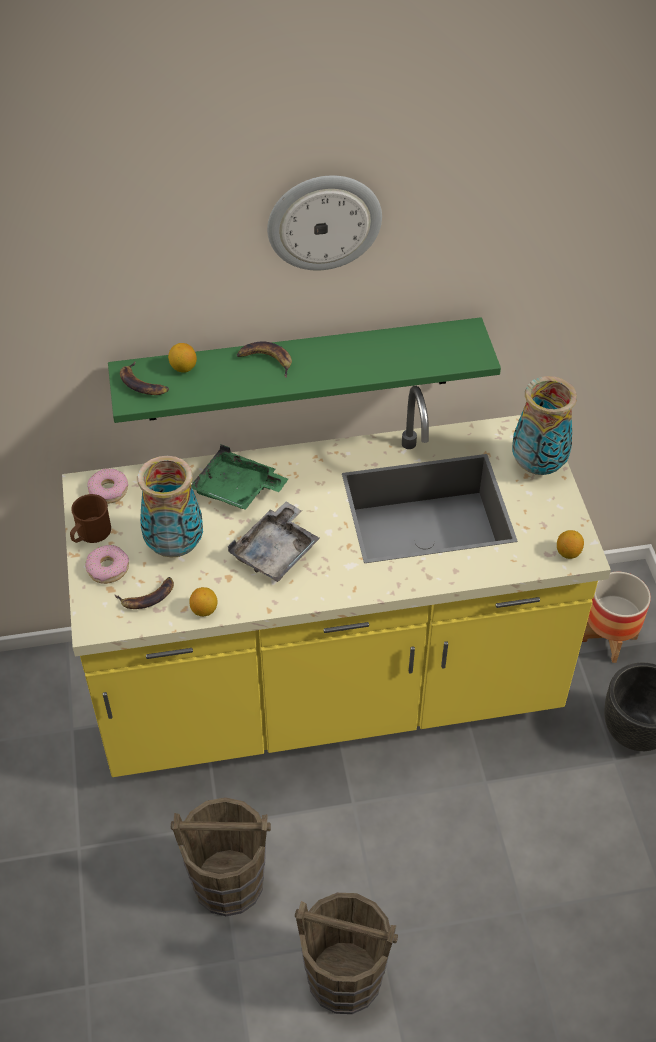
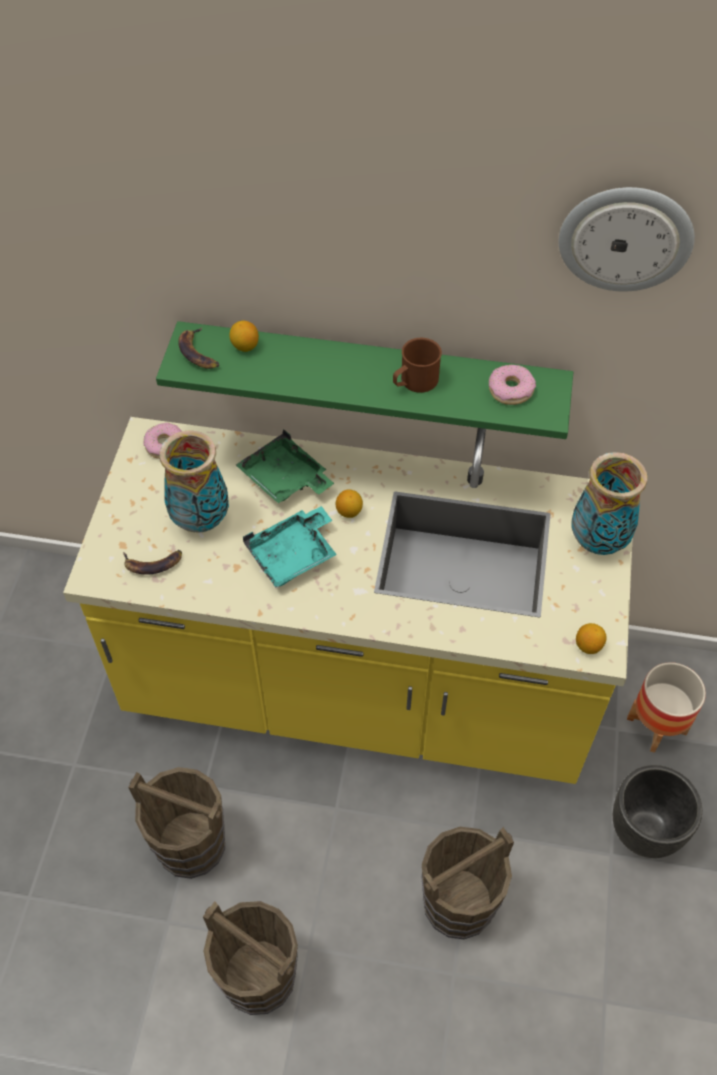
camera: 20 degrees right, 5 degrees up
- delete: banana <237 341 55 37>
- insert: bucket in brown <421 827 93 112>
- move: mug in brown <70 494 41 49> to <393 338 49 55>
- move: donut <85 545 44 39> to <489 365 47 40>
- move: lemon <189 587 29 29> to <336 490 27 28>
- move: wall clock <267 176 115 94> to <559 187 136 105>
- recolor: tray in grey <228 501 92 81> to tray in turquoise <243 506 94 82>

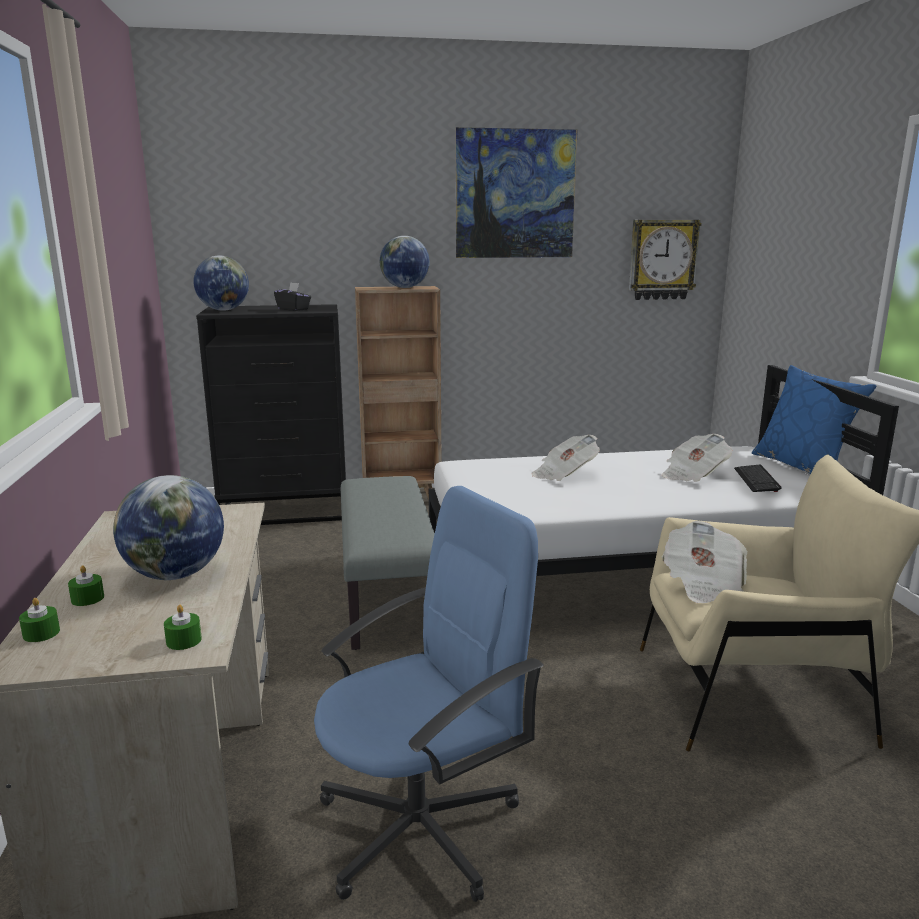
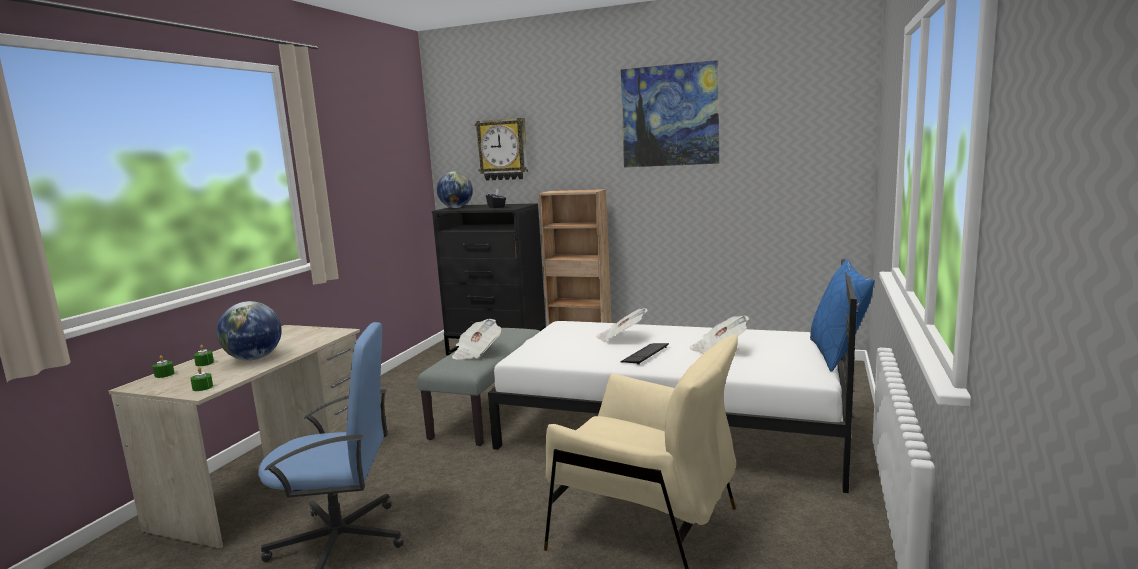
camera: 30 degrees right, 5 degrees down
- delete: globe <380 236 50 52>
- move: wall clock <629 220 73 80> to <475 118 53 63>
- move: newspaper <662 521 85 82> to <452 319 49 41>
- move: keyboard <734 465 48 27> to <620 343 49 22>

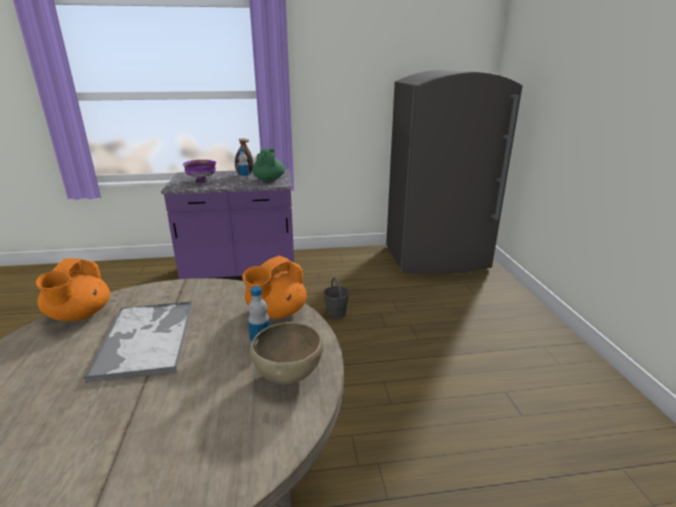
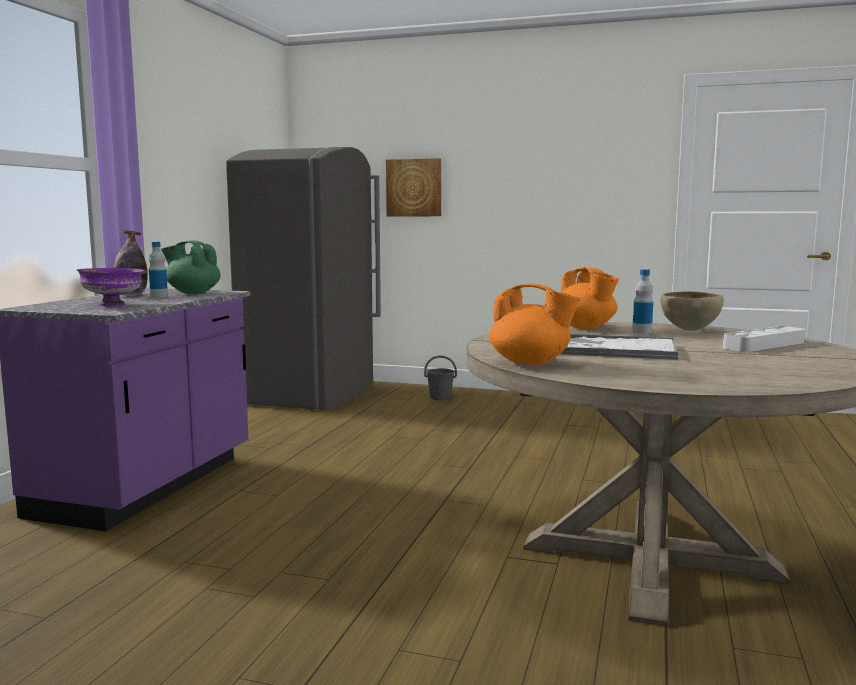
camera: 65 degrees left, 15 degrees down
- insert: picture <386 158 55 58>
- insert: tray in grey <723 326 82 26>
- move: bucket in grey <323 277 26 42> to <424 355 33 45>

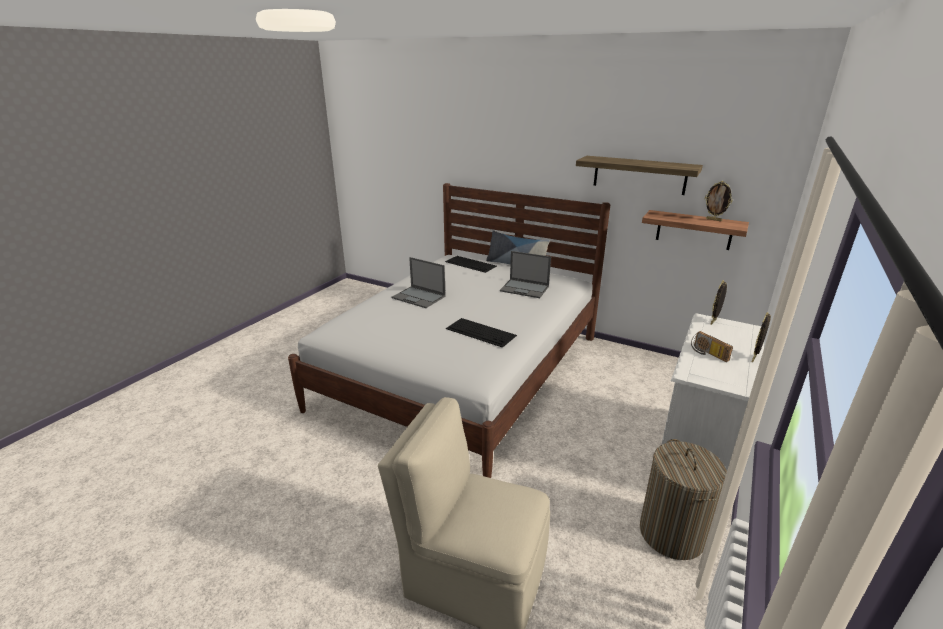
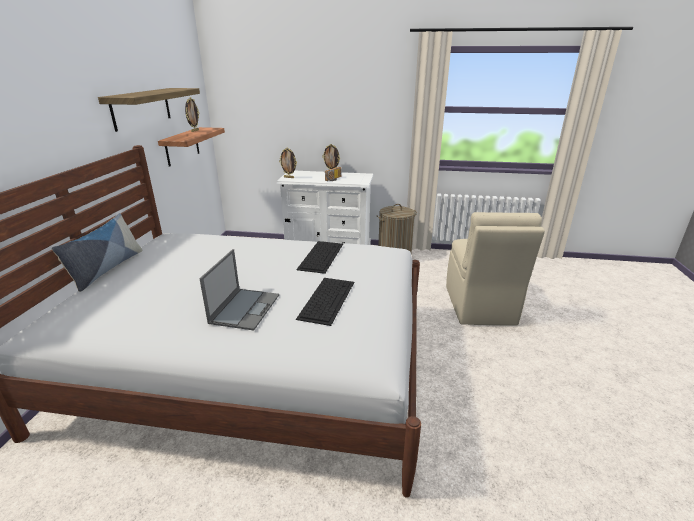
camera: 110 degrees left, 0 degrees up
- delete: laptop <500 251 51 47>
- move: keyboard <445 256 52 17> to <296 278 58 48>

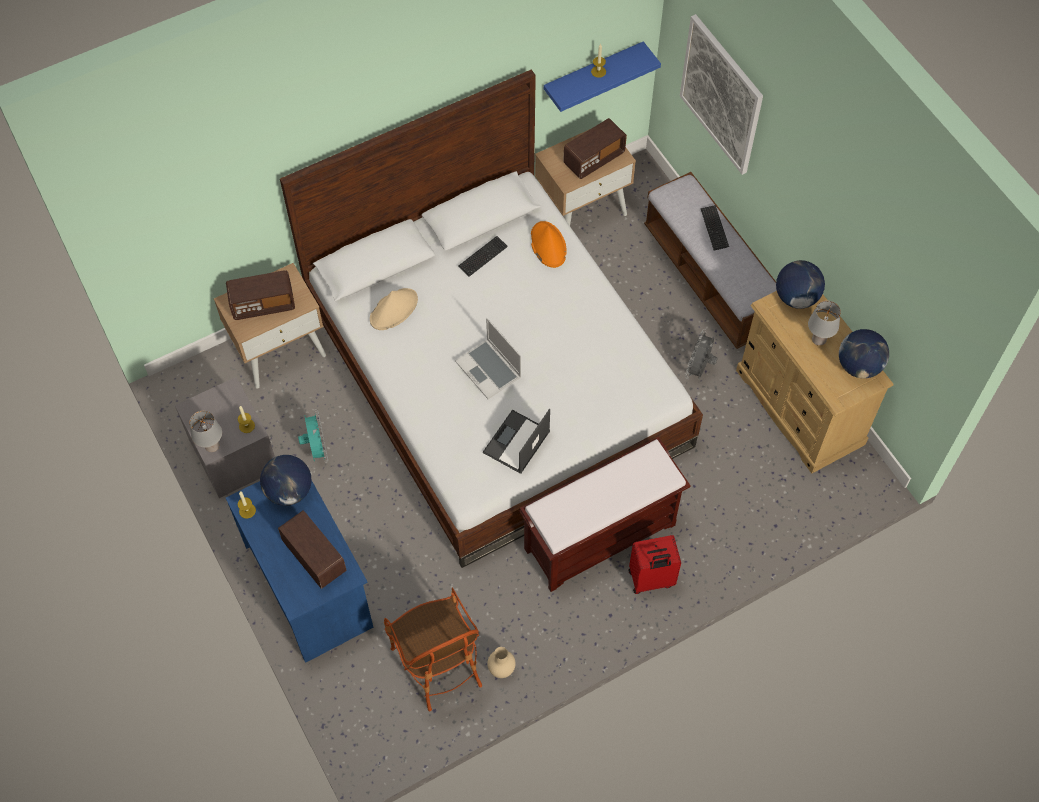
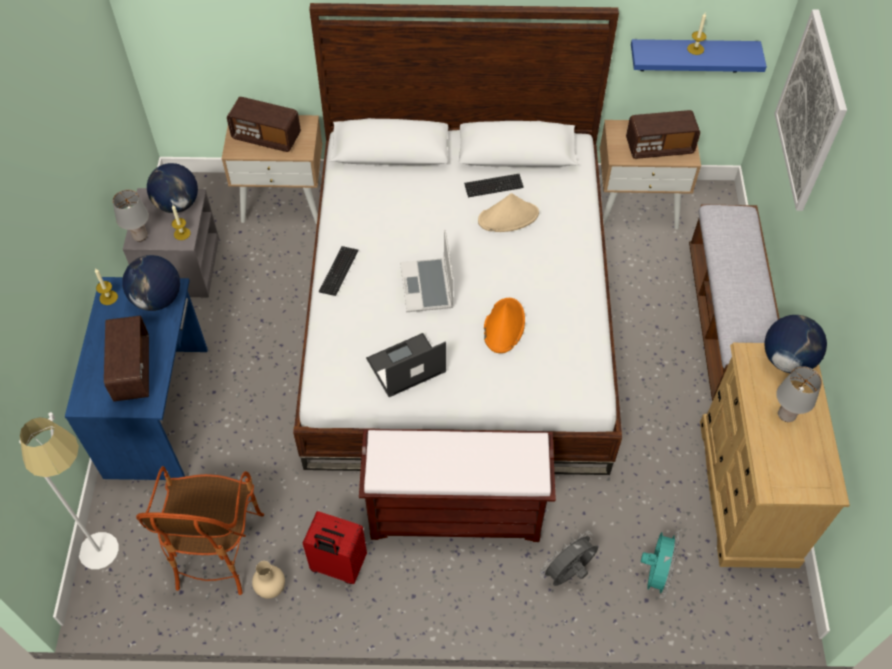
camera: 30 degrees right, 5 degrees down
- insert: floor lamp in white <19 412 100 157>
- move: fan in turquoise <298 409 30 54> to <641 531 39 67>
- move: hat in beige <370 288 48 42> to <478 193 61 39>
- move: hat in orange <531 221 36 47> to <484 298 41 55>
- move: suitcase in red <629 535 52 59> to <303 511 64 73>
- move: fan in grey <685 329 33 50> to <540 531 58 55>
- move: keyboard <701 205 28 45> to <319 246 39 50>
- move: globe <839 329 50 50> to <147 163 51 50>

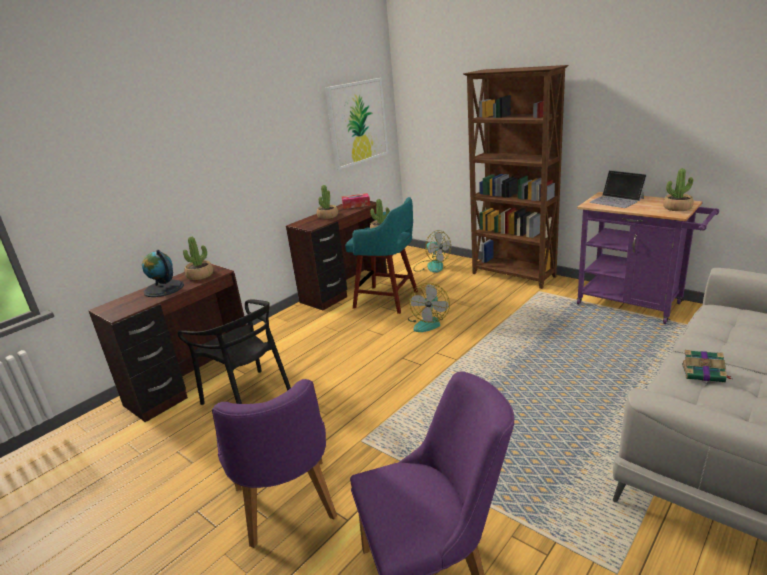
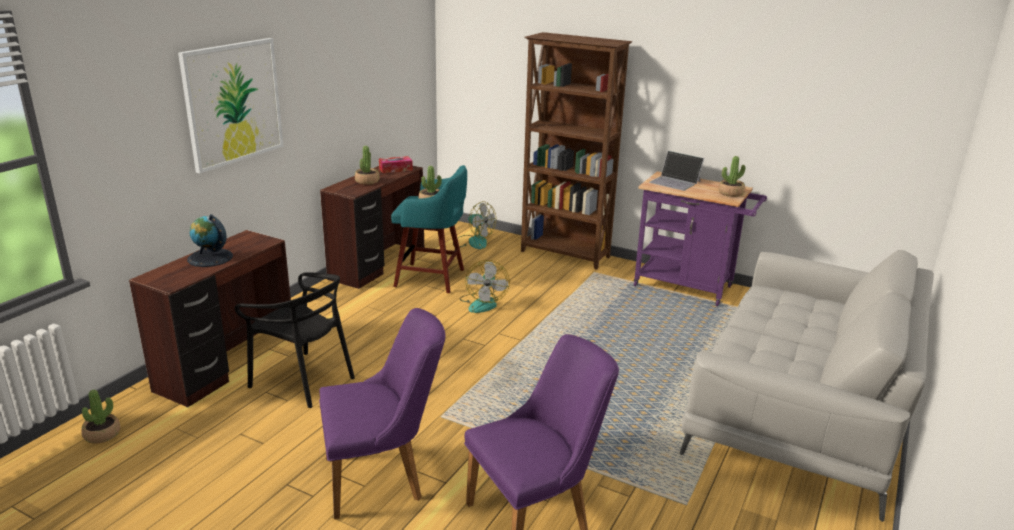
camera: 15 degrees left, 0 degrees up
- delete: book <682 350 50 32>
- move: potted plant <183 237 30 43> to <81 390 39 53>
- move: picture <325 78 63 92> to <178 38 105 135>
- rotate: chair in purple <212 379 125 169> = <319 308 127 211> 75 degrees counterclockwise

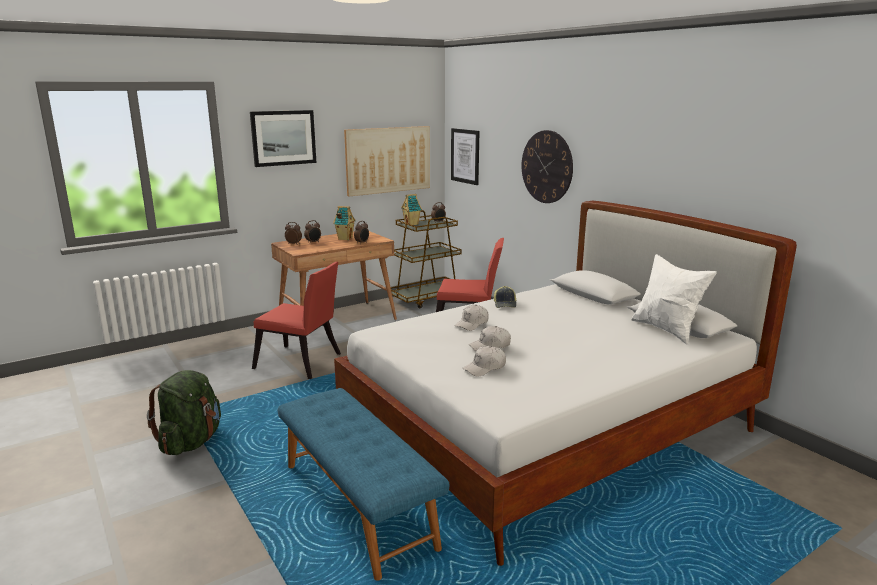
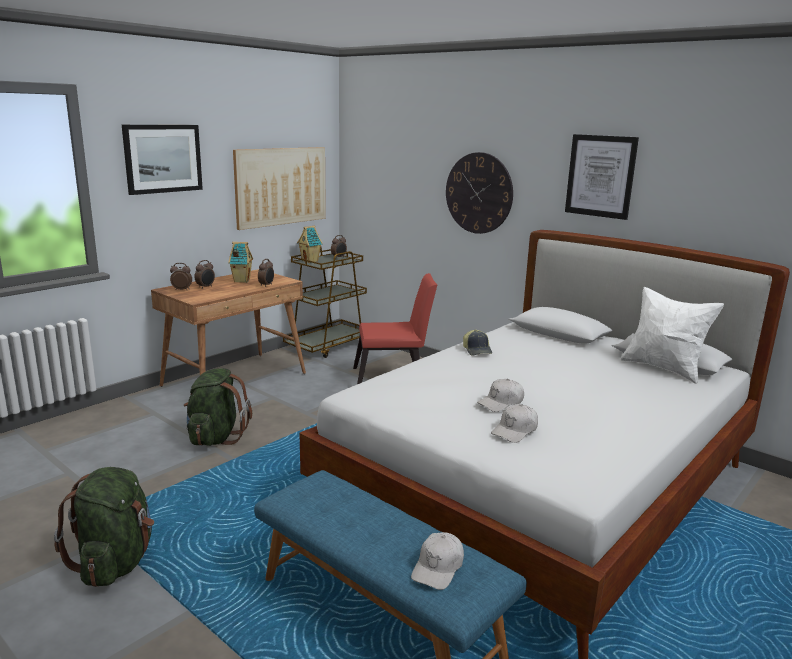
camera: 15 degrees left, 0 degrees up
- move: picture <451 128 29 57> to <565 134 74 86>
- move: cap in white <454 305 35 26> to <411 532 53 58>
- replace: chair in red <252 262 89 117> to backpack in green <184 368 68 78>

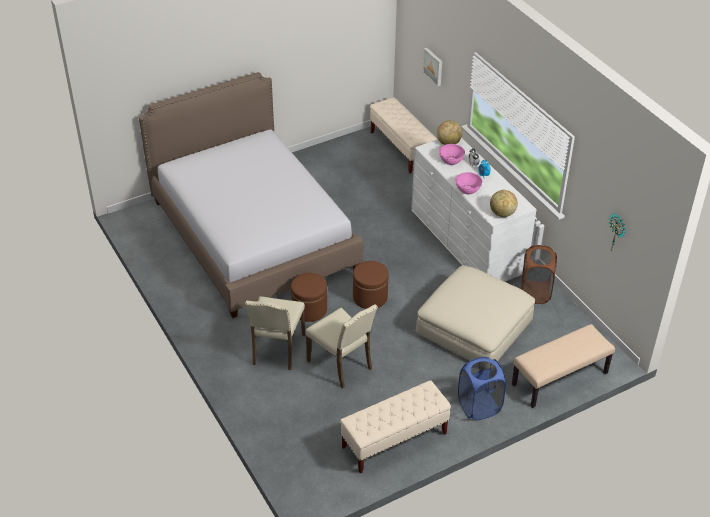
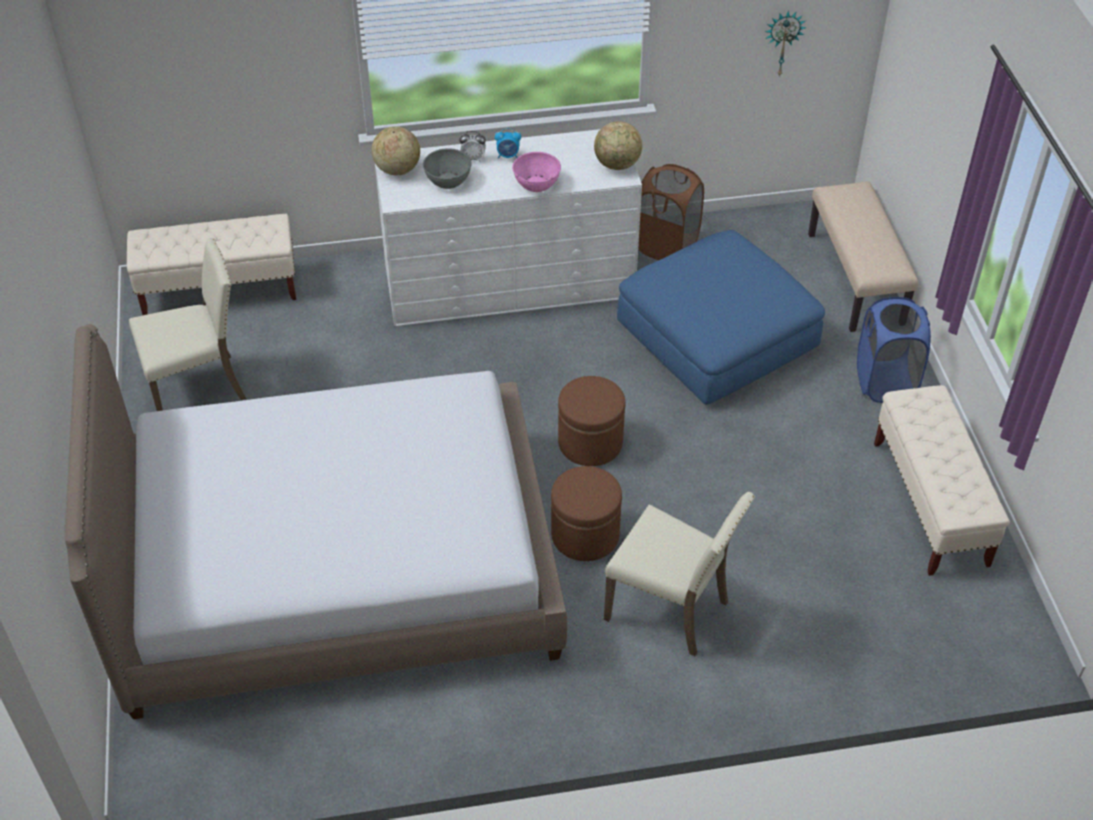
camera: 70 degrees left, 5 degrees up
- delete: picture <423 48 19 38>
- move: chair in beige <305 304 73 84> to <129 238 117 173>
- recolor: ottoman in beige <416 265 119 96> to ottoman in blue <617 230 208 175>
- recolor: bowl in pink <439 144 26 21> to bowl in grey <423 148 49 41>

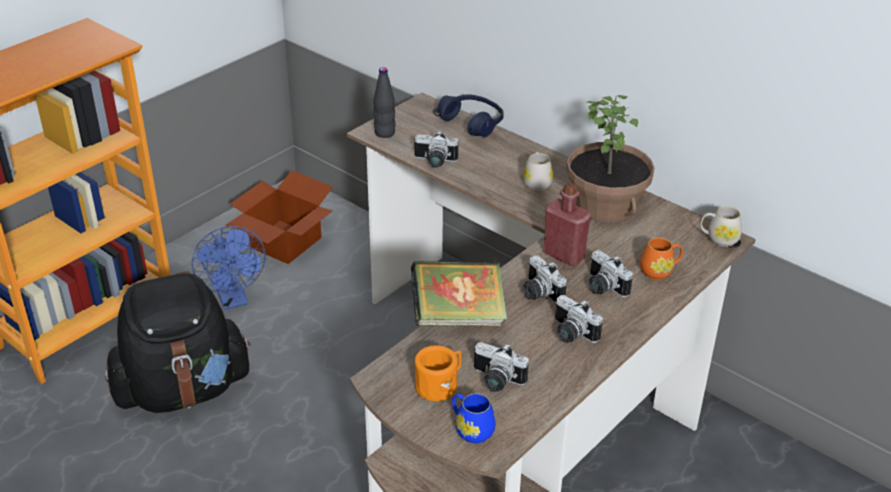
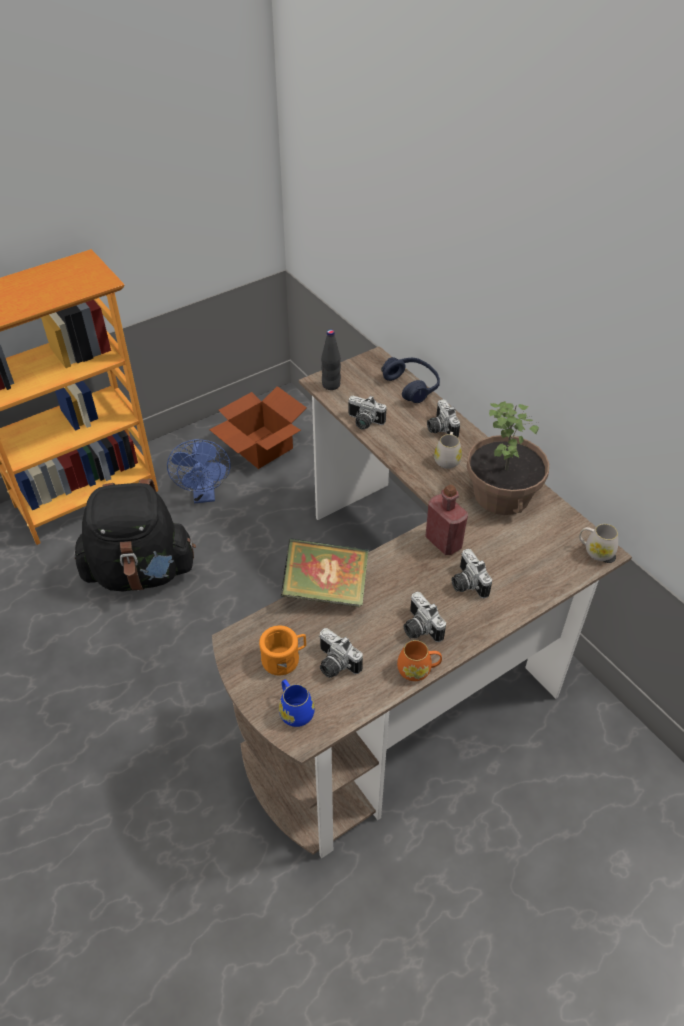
camera: 15 degrees right, 10 degrees up
- move: photo camera <523 255 44 47> to <427 399 33 38>
- move: mug in orange <640 238 43 42> to <397 640 45 41>

